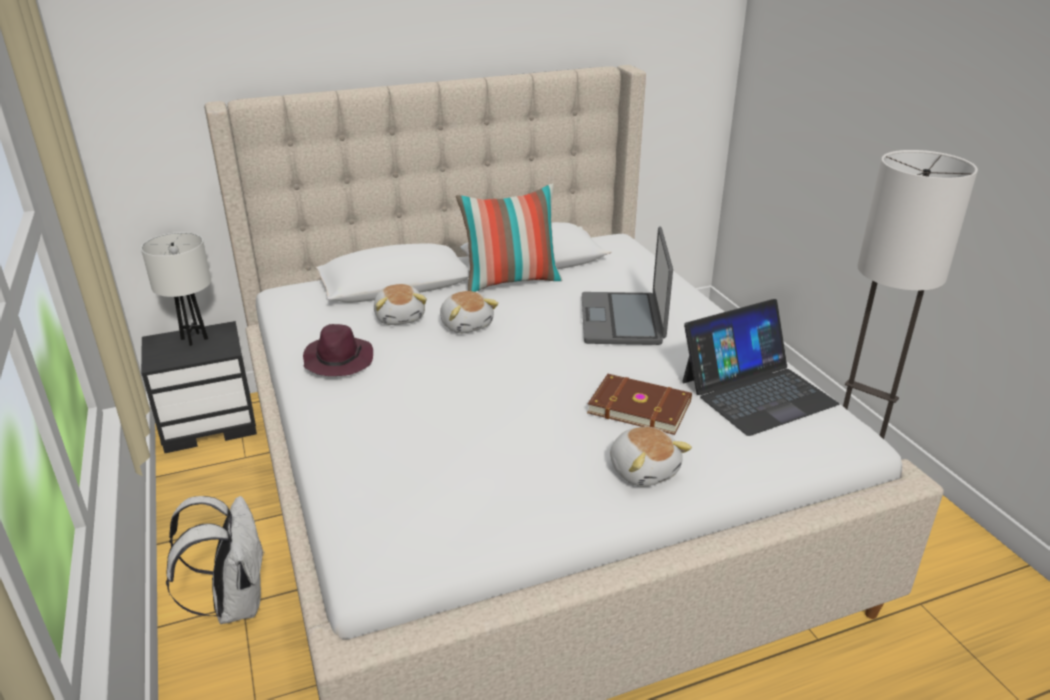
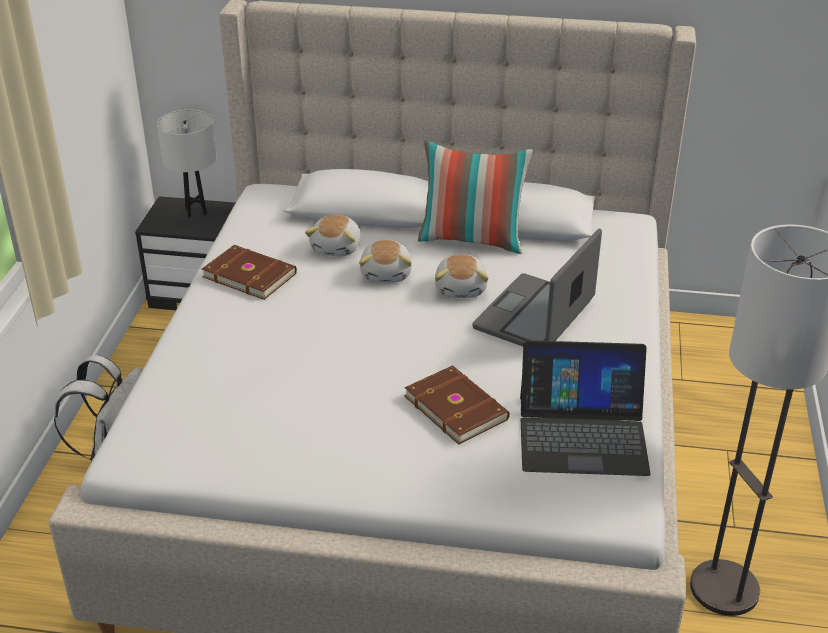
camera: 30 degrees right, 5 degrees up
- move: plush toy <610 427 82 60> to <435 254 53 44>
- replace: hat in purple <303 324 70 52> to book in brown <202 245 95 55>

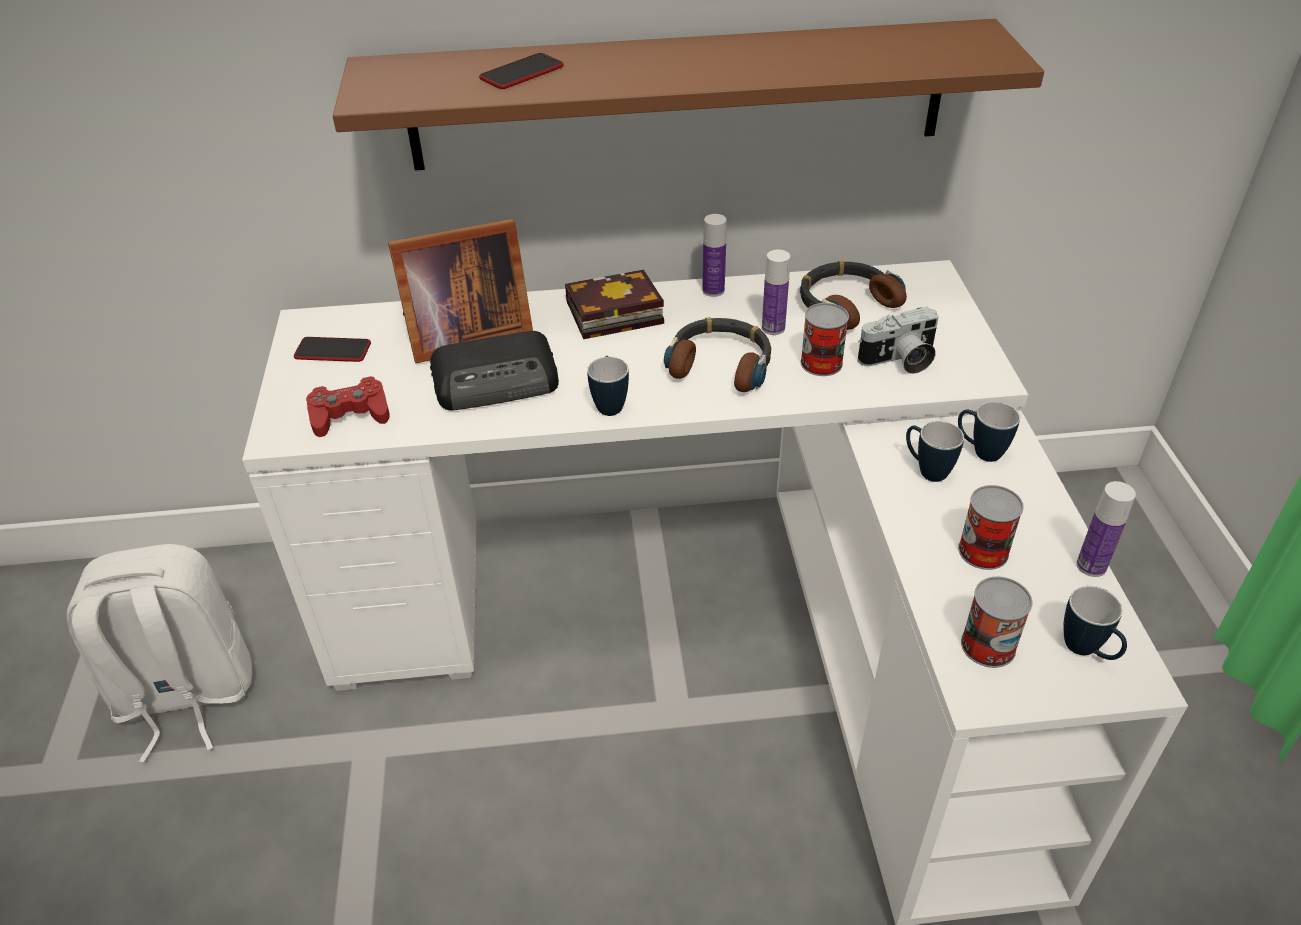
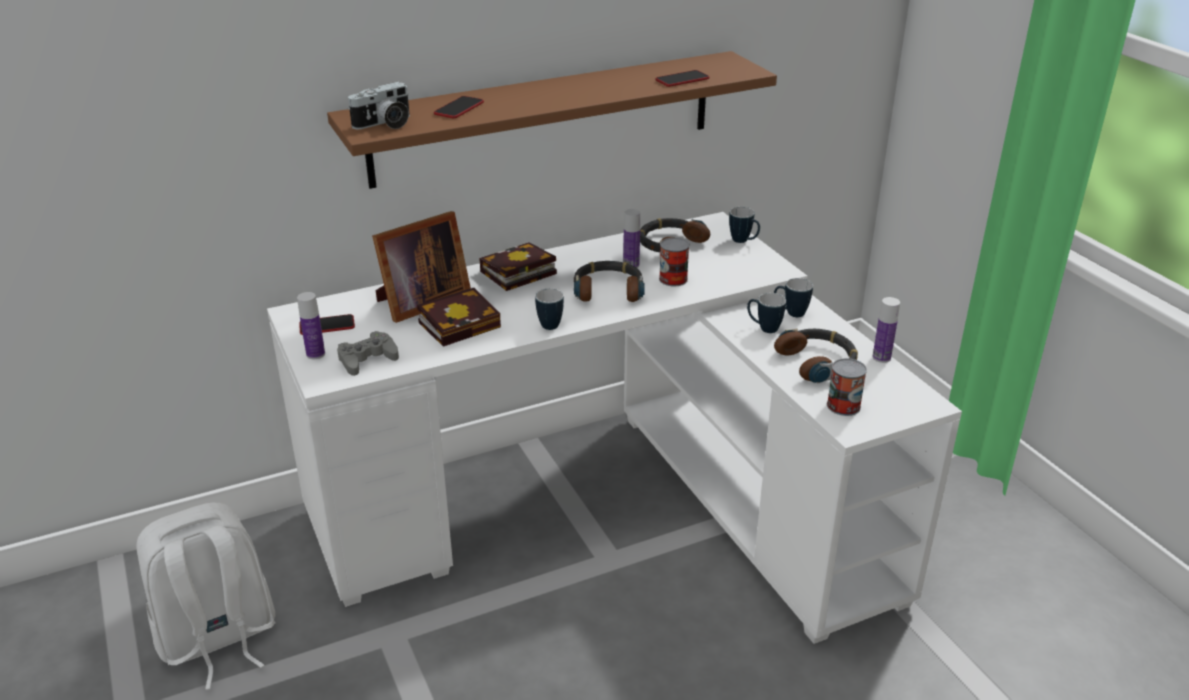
camera: 20 degrees left, 10 degrees down
- insert: phone <655 70 55 17>
- move: bottle <702 214 24 83> to <297 292 28 67>
- move: photo camera <858 307 81 67> to <348 82 62 47>
- move: mug <1063 586 64 74> to <729 207 31 36>
- replace: radio <430 331 129 80> to book <417 288 84 59>
- replace: can <958 485 66 85> to headphones <774 328 84 56>
- recolor: game controller in red <306 376 84 61> to game controller in grey <337 331 62 45>

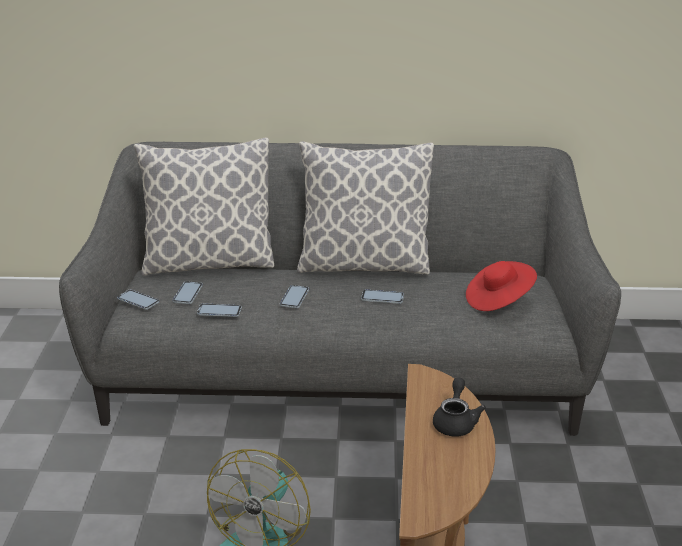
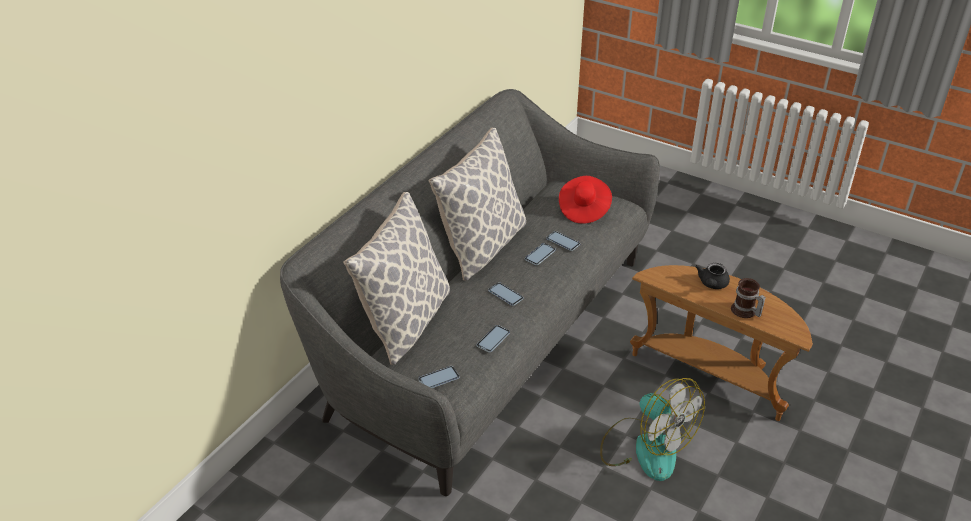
camera: 60 degrees left, 10 degrees up
- insert: mug <731 278 35 40>
- move: phone <173 281 30 23> to <546 231 34 20>
- rotate: teapot in black <433 377 53 60> = <695 263 35 26> 105 degrees counterclockwise

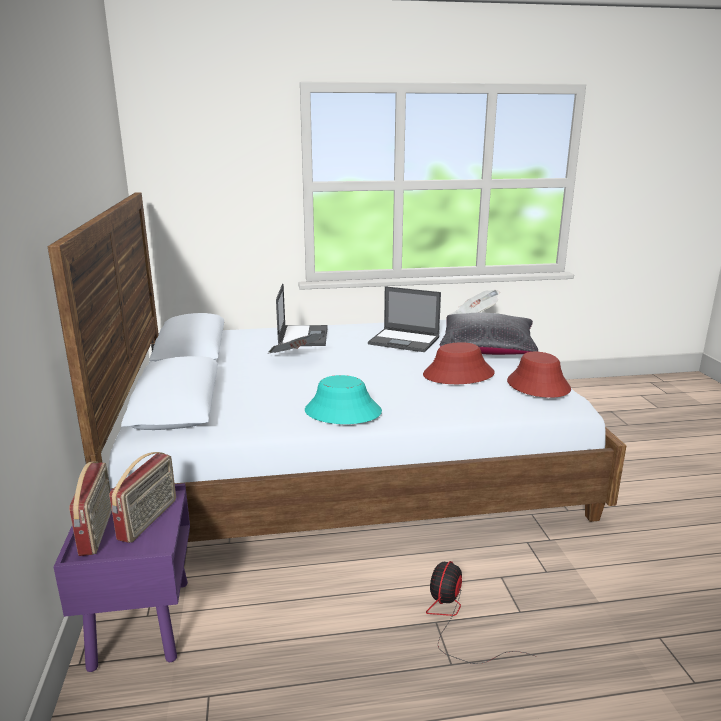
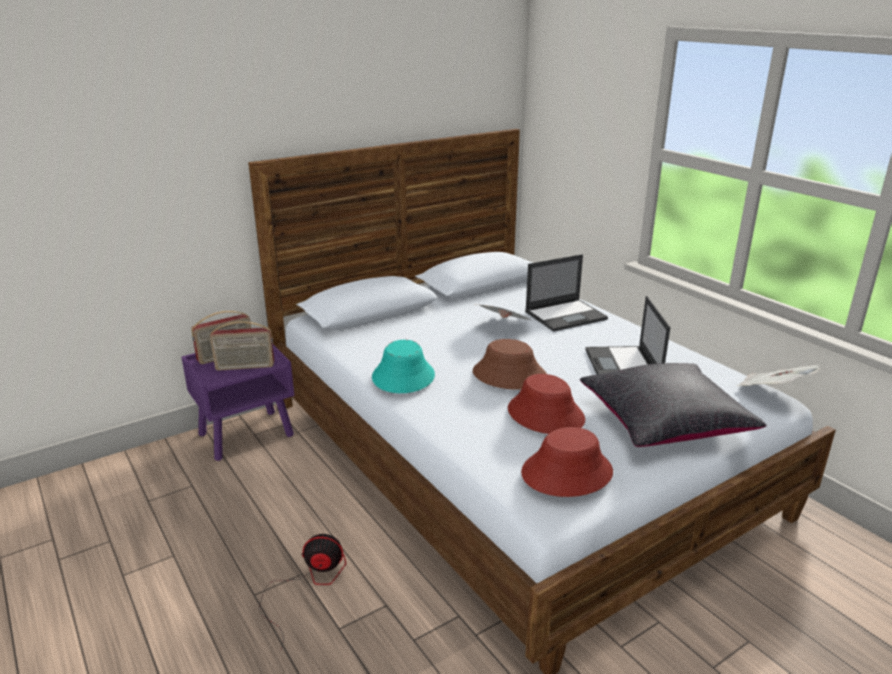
camera: 65 degrees right, 5 degrees up
- insert: hat in brown <473 339 74 51>

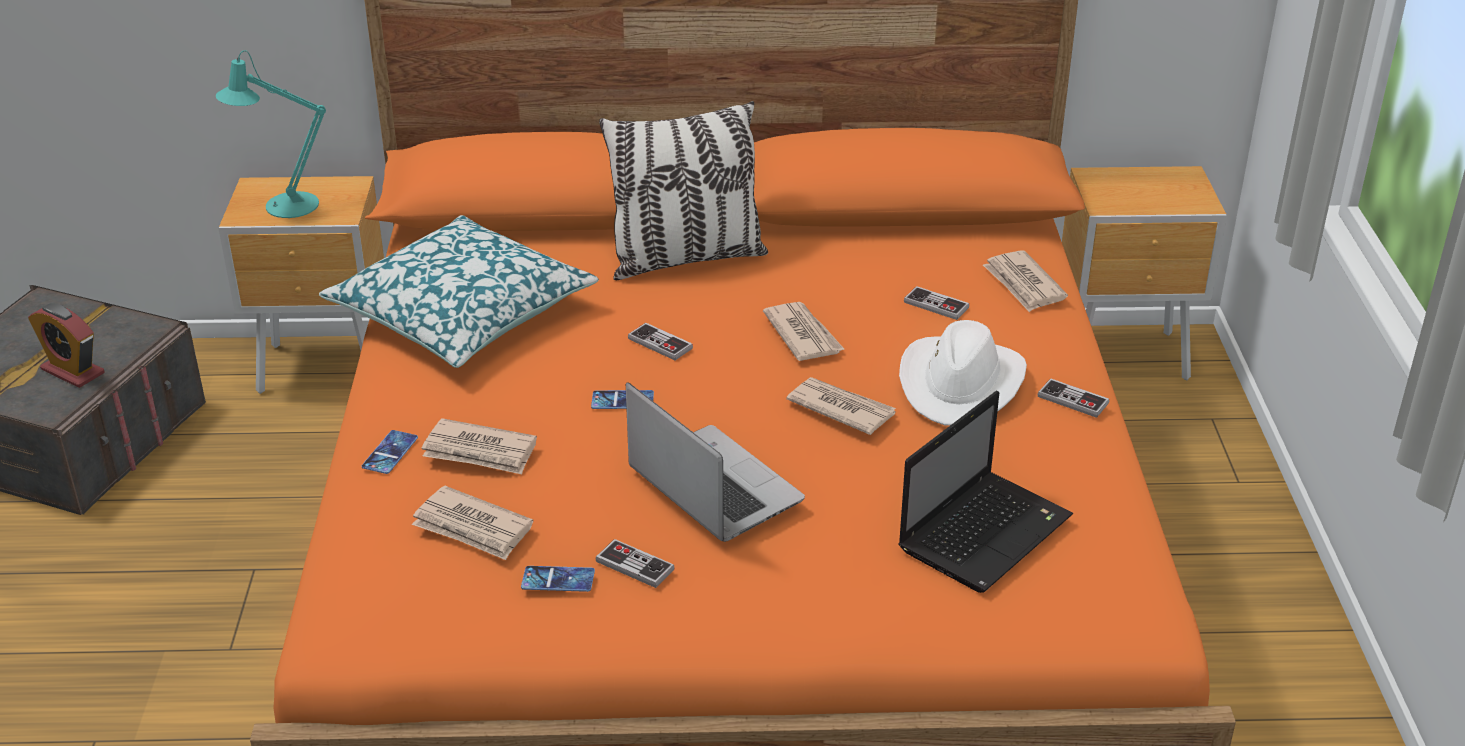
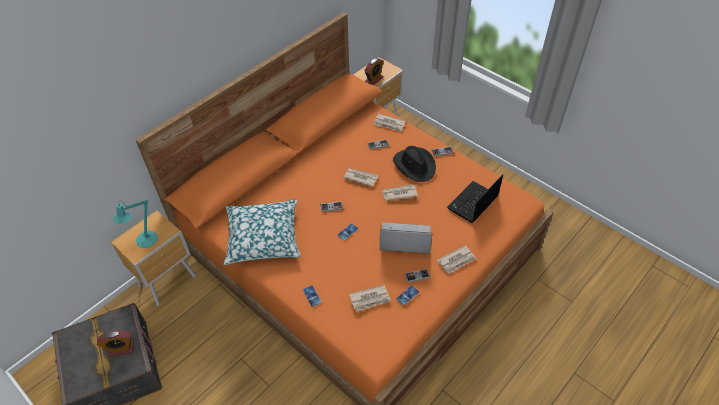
camera: 45 degrees left, 15 degrees up
- delete: pillow <599 101 169 179>
- insert: alarm clock <364 58 20 27>
- move: newspaper <422 418 115 56> to <437 245 39 29>
- recolor: hat in white <899 320 128 106> to hat in black <393 146 43 36>
- rotate: laptop <898 391 175 202> = <447 174 56 49> 135 degrees counterclockwise

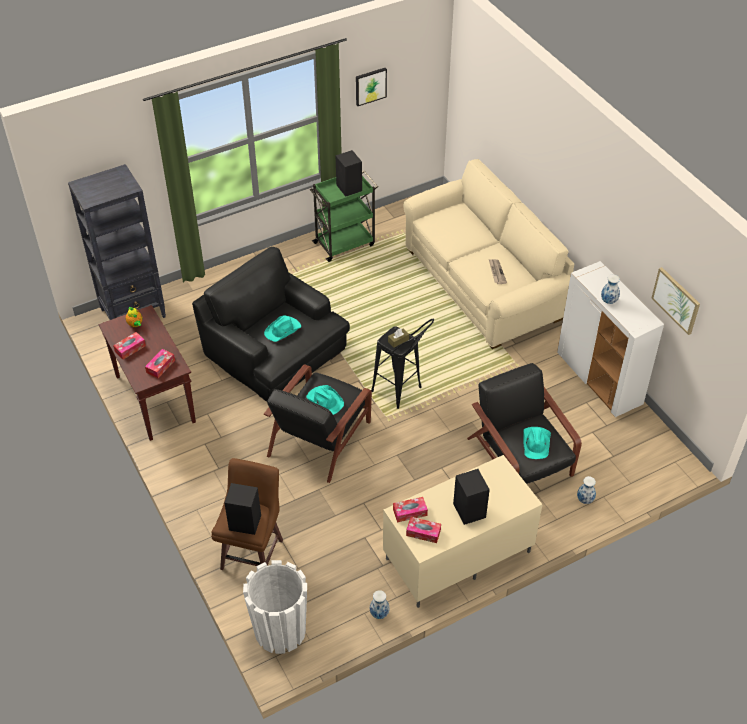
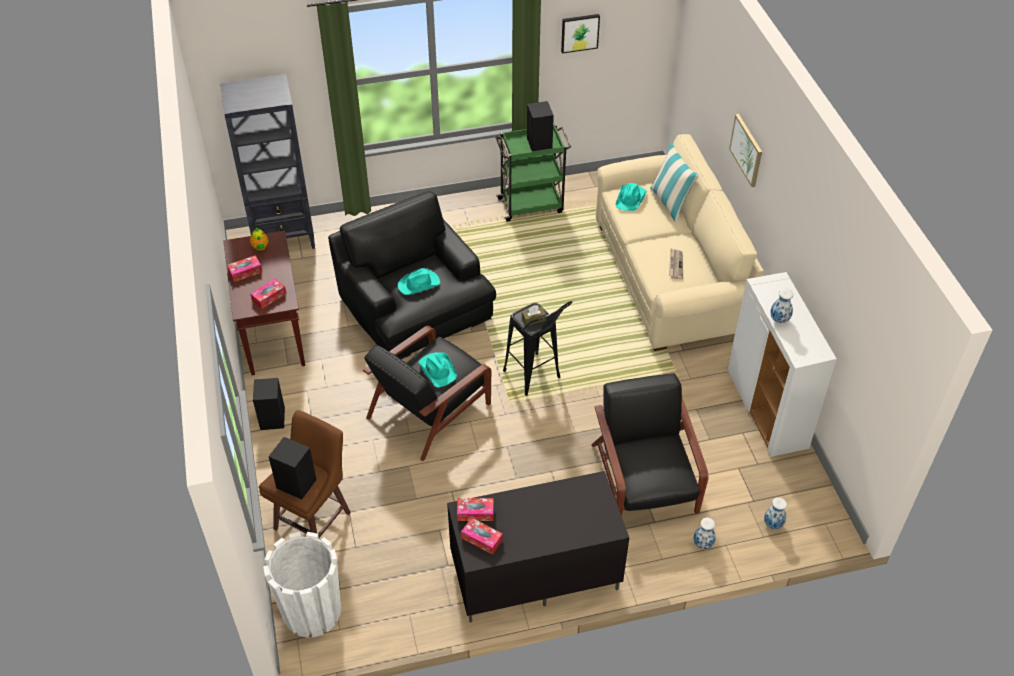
camera: 15 degrees right, 0 degrees up
- insert: pillow <650 143 49 80>
- move: vase <370 590 19 29> to <764 497 23 32>
- move: speaker in black <453 469 37 56> to <253 378 32 52>
- move: hat in turquoise <523 427 28 32> to <615 183 32 28>
- move: picture <651 267 49 68> to <729 114 33 73>
- recolor: tv stand in beige <383 455 160 153> to tv stand in black <447 471 182 152>

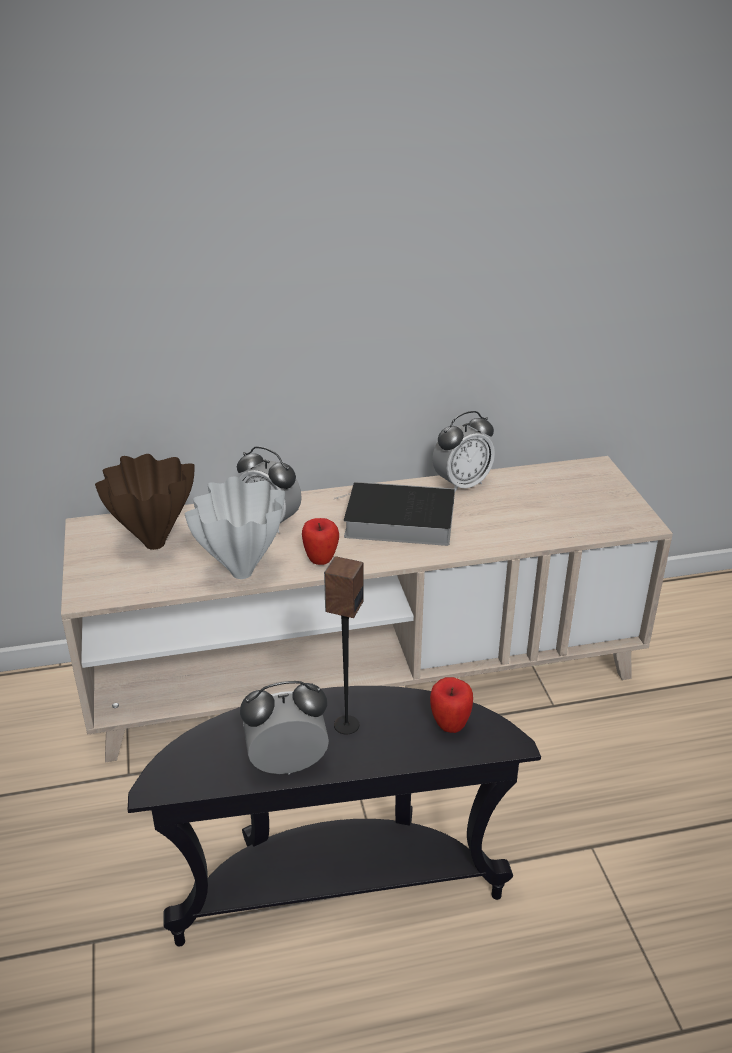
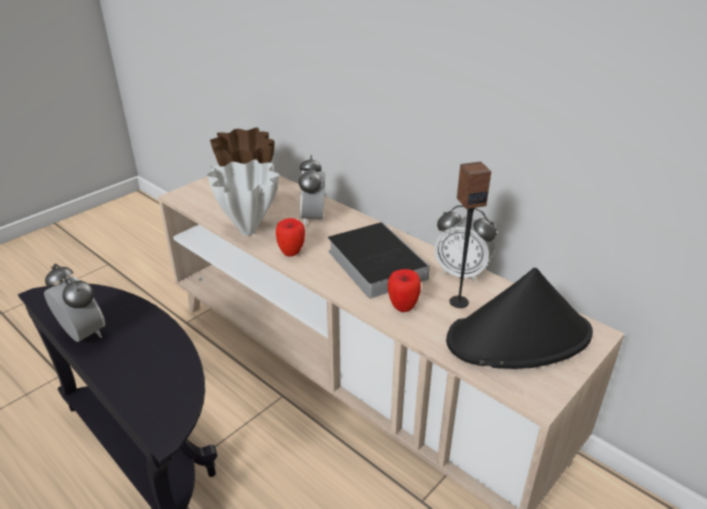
camera: 55 degrees right, 0 degrees up
- insert: hat in black <446 268 147 101>
- move: speaker <324 556 39 178> to <449 162 42 146>
- move: apple <430 677 43 56> to <388 269 33 43>

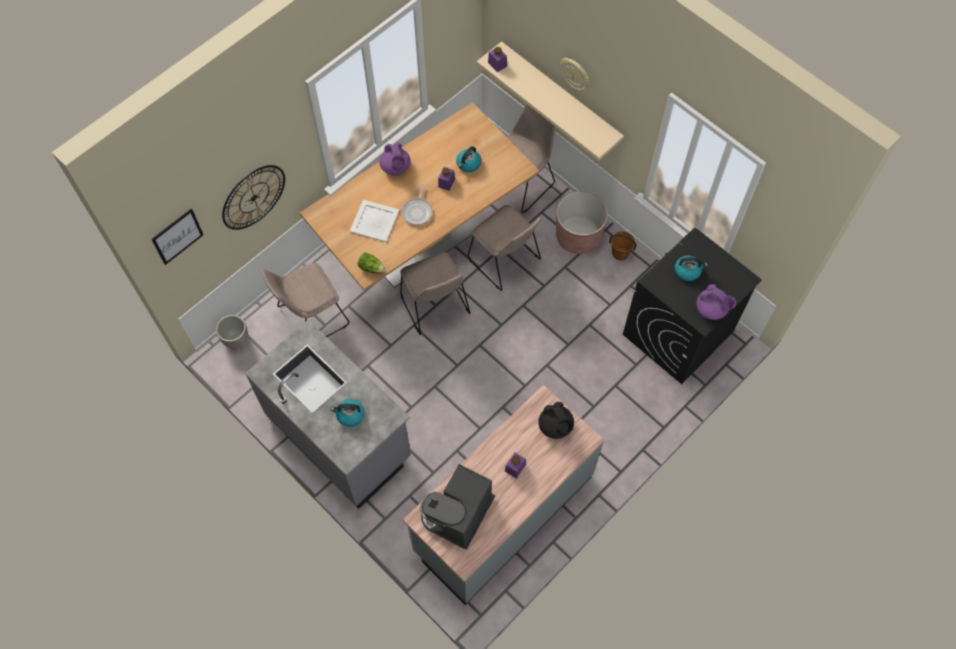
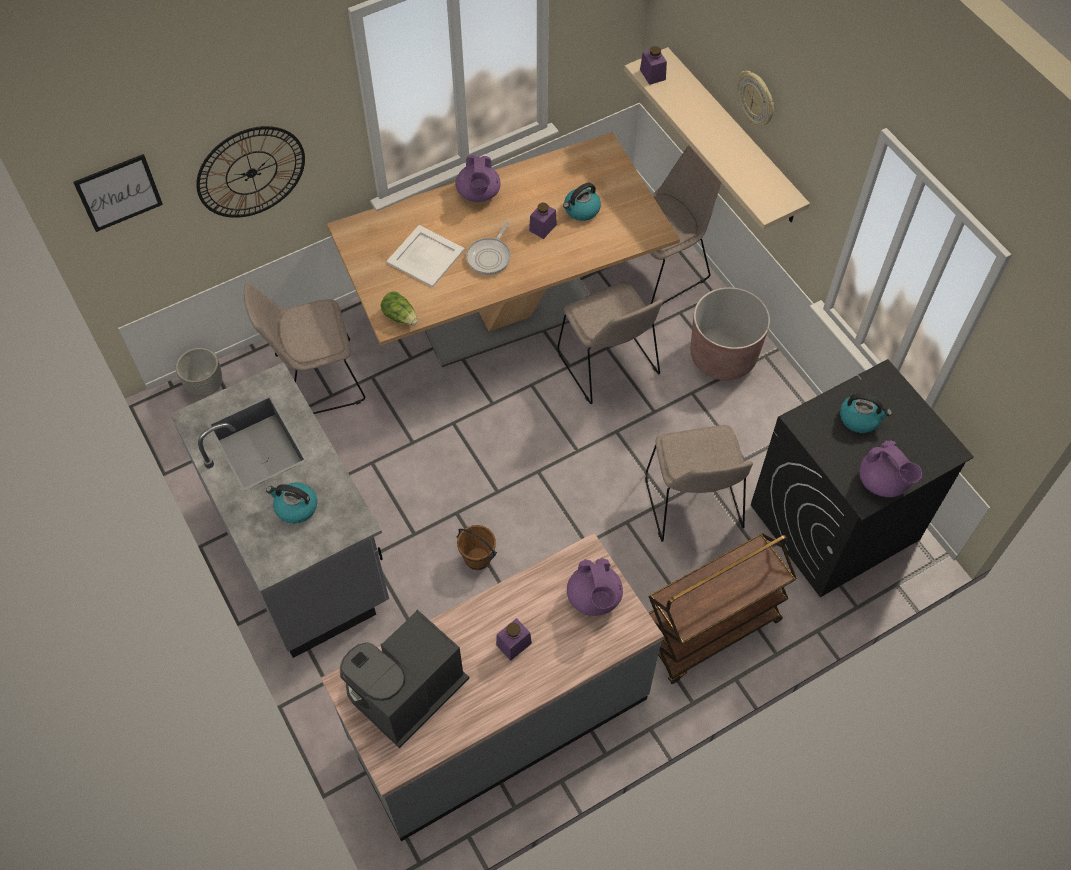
camera: 15 degrees right, 5 degrees down
- insert: cart in brown <649 533 148 151>
- move: chair in beige <400 252 70 83> to <645 425 108 117>
- move: bucket in brown <609 231 28 29> to <457 525 40 45>
- recolor: teapot in black <538 401 36 38> to teapot in purple <567 558 56 58>

